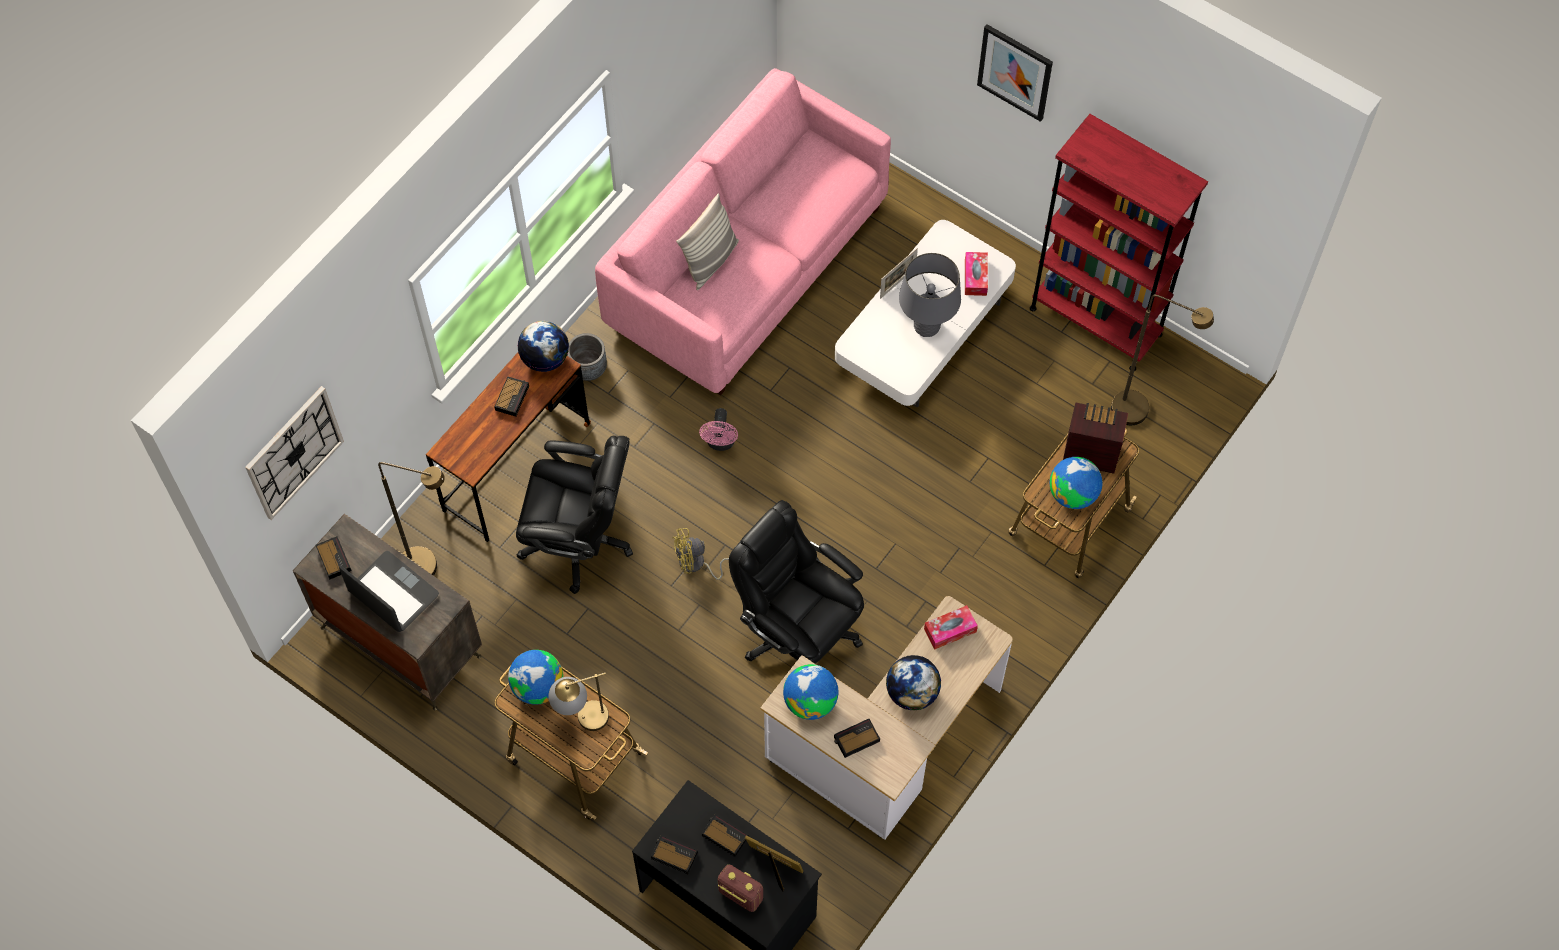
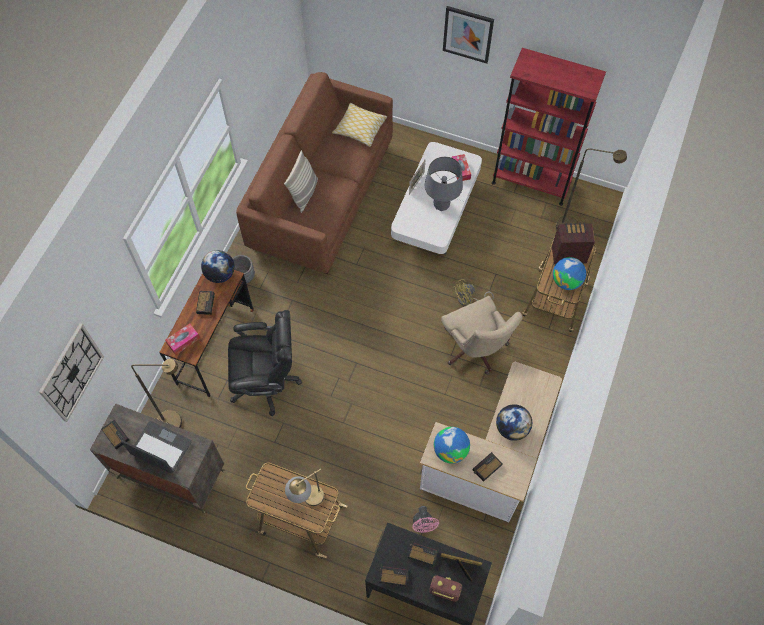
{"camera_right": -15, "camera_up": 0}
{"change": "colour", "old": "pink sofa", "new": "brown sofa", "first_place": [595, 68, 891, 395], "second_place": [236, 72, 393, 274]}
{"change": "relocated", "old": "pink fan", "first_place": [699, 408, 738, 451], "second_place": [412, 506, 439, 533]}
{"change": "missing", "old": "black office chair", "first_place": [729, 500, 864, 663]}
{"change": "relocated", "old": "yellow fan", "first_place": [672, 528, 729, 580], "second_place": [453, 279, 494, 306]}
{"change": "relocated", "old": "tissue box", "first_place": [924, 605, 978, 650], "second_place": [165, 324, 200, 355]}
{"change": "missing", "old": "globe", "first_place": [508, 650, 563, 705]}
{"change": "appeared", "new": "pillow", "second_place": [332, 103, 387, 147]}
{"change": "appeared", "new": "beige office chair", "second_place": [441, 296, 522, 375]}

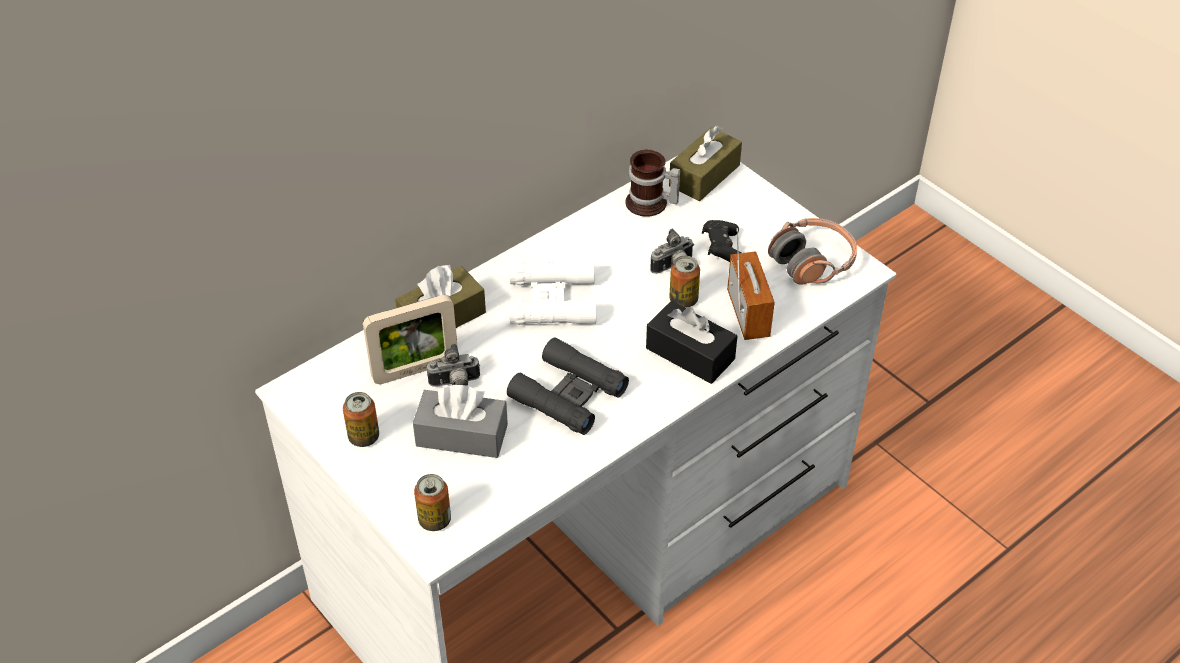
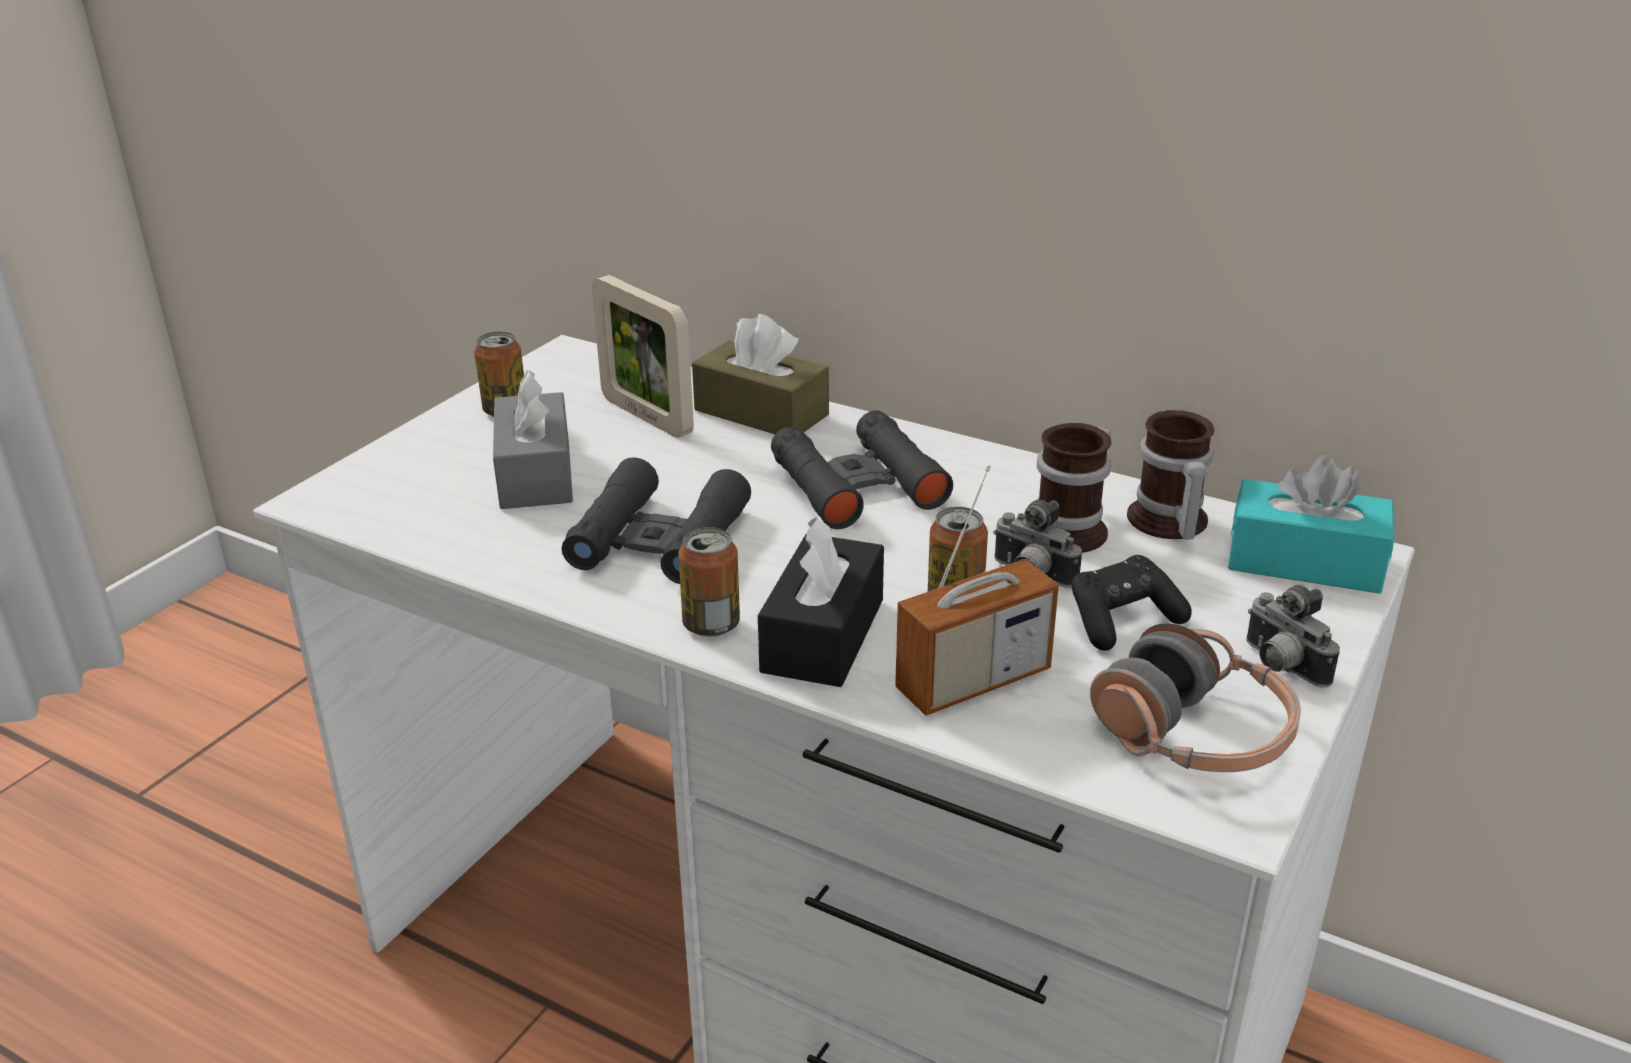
{"camera_right": 70, "camera_up": -15}
{"change": "colour", "old": "brown tissue box", "new": "turquoise tissue box", "first_place": [669, 126, 742, 201], "second_place": [1228, 454, 1394, 594]}
{"change": "colour", "old": "white binoculars", "new": "black binoculars", "first_place": [509, 259, 596, 325], "second_place": [771, 411, 953, 529]}
{"change": "relocated", "old": "photo camera", "first_place": [427, 344, 480, 387], "second_place": [1246, 585, 1340, 688]}
{"change": "relocated", "old": "can", "first_place": [414, 474, 451, 531], "second_place": [678, 527, 740, 637]}
{"change": "appeared", "new": "mug", "second_place": [1037, 423, 1111, 553]}

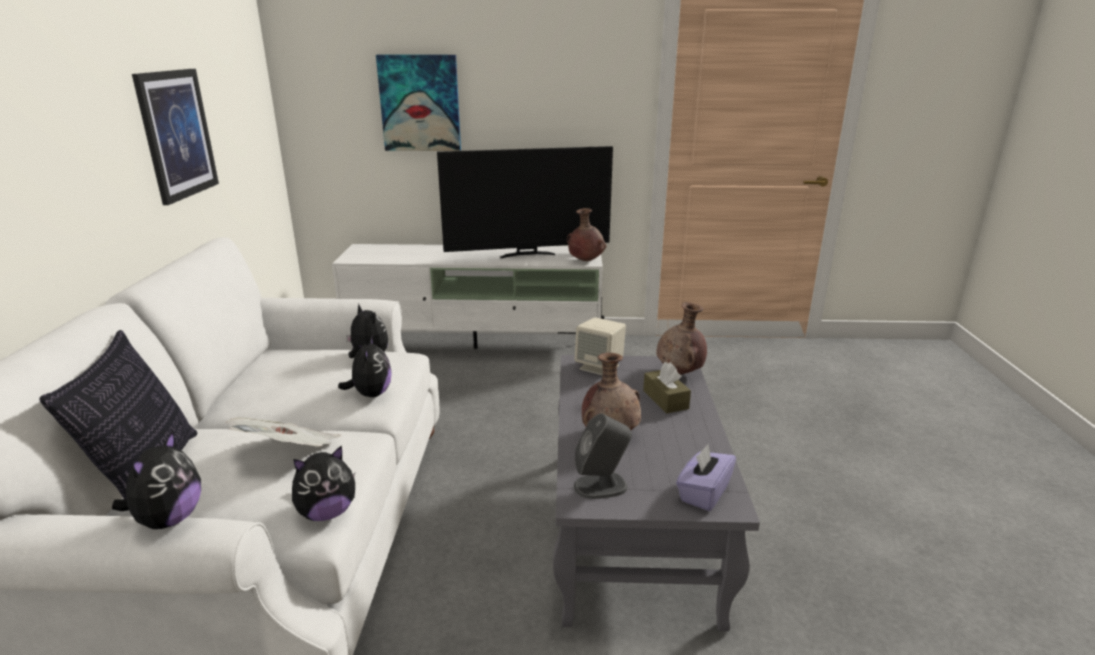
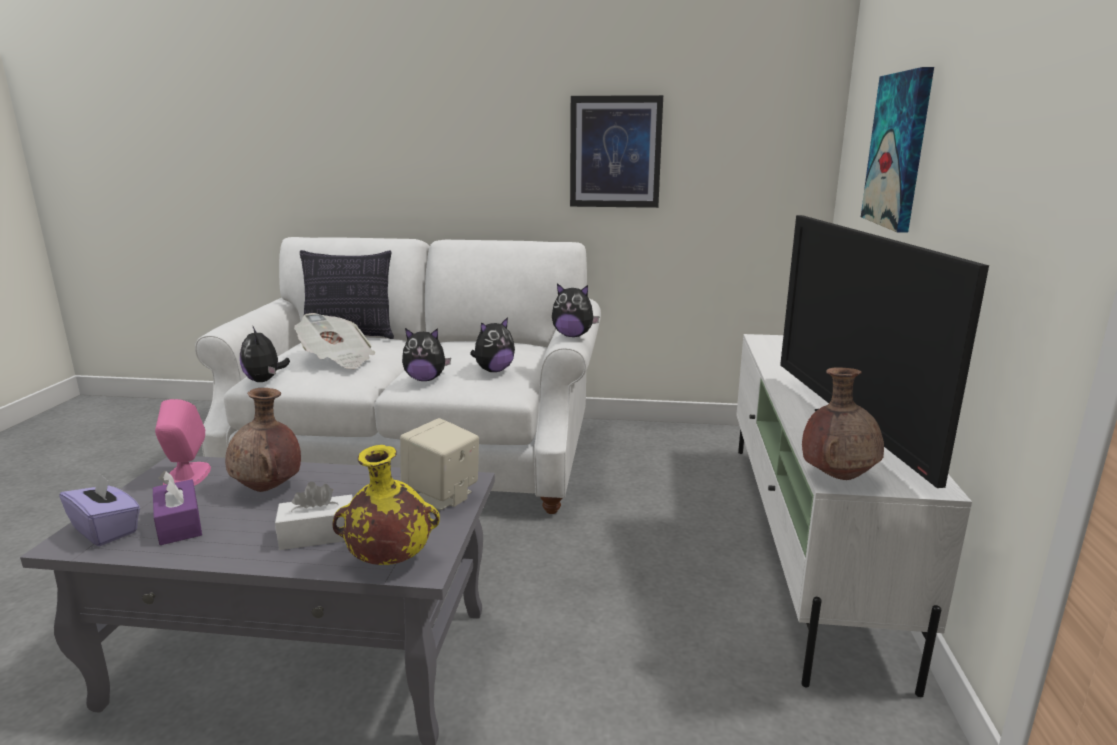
{"camera_right": 95, "camera_up": -5}
{"change": "colour", "old": "brown vase", "new": "yellow vase", "first_place": [656, 302, 707, 375], "second_place": [332, 445, 440, 565]}
{"change": "colour", "old": "brown tissue box", "new": "white tissue box", "first_place": [643, 362, 691, 414], "second_place": [275, 482, 353, 550]}
{"change": "colour", "old": "grey speaker", "new": "pink speaker", "first_place": [574, 413, 632, 499], "second_place": [155, 399, 211, 486]}
{"change": "relocated", "old": "plush toy", "first_place": [112, 431, 201, 529], "second_place": [552, 283, 600, 337]}
{"change": "appeared", "new": "purple tissue box", "second_place": [153, 471, 202, 545]}

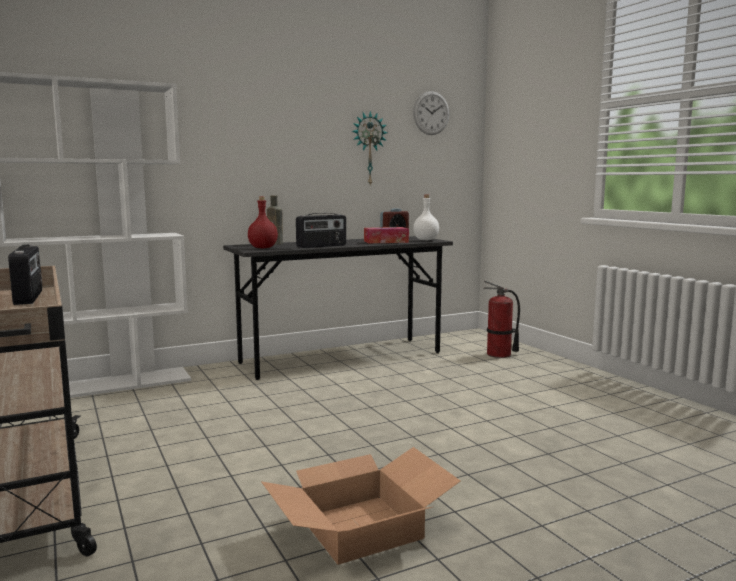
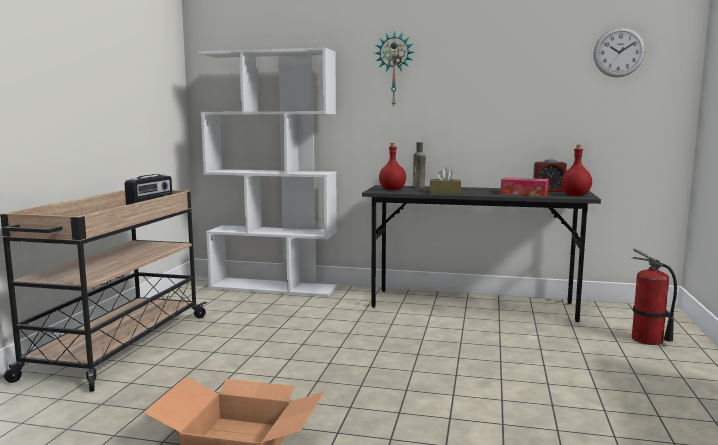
{"camera_right": 40, "camera_up": 0}
{"change": "relocated", "old": "wall clock", "first_place": [352, 111, 388, 185], "second_place": [375, 31, 414, 108]}
{"change": "colour", "old": "white bottle", "new": "red bottle", "first_place": [413, 194, 439, 240], "second_place": [561, 145, 592, 196]}
{"change": "exchanged", "old": "radio", "new": "brown tissue box", "first_place": [296, 213, 346, 248], "second_place": [430, 168, 461, 194]}

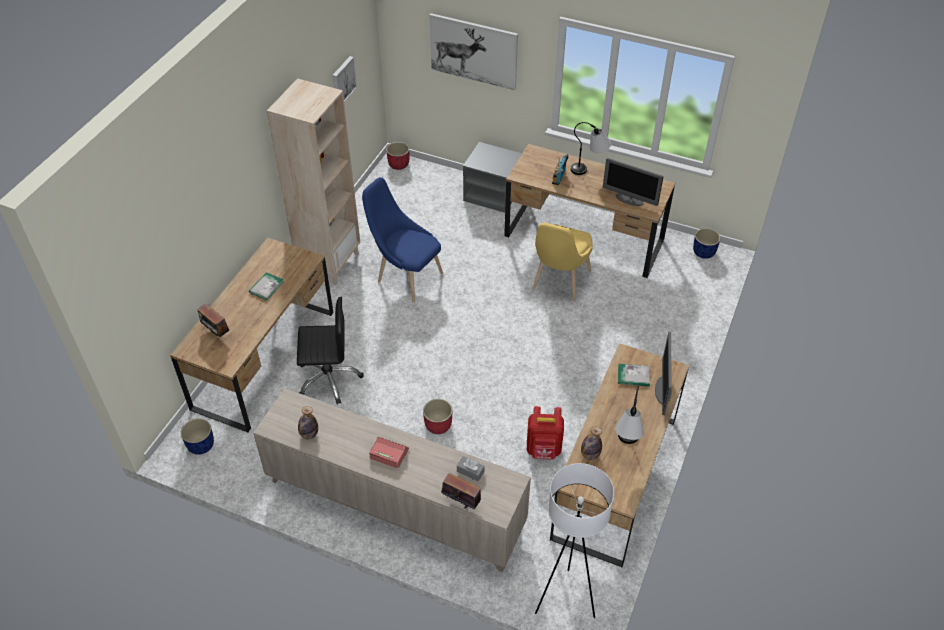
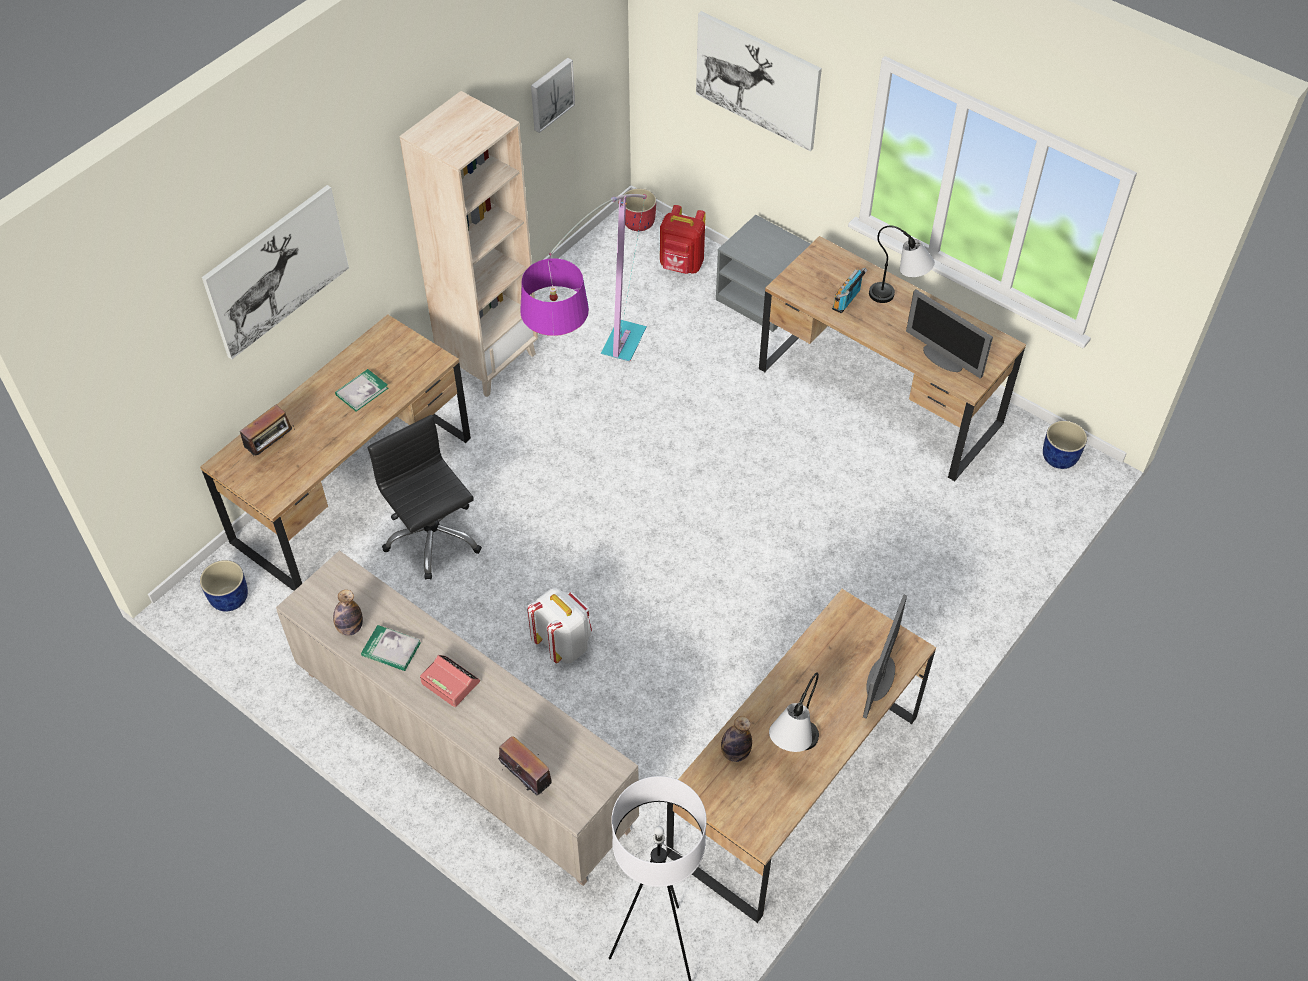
{"camera_right": 15, "camera_up": 5}
{"change": "exchanged", "old": "blue chair", "new": "floor lamp", "first_place": [362, 177, 443, 303], "second_place": [520, 194, 647, 361]}
{"change": "missing", "old": "yellow chair", "first_place": [532, 222, 593, 302]}
{"change": "spun", "old": "black office chair", "first_place": [297, 297, 363, 404], "second_place": [368, 415, 482, 580], "degrees": -135}
{"change": "spun", "old": "radio", "first_place": [198, 304, 229, 338], "second_place": [240, 405, 295, 456], "degrees": -105}
{"change": "relocated", "old": "book", "first_place": [618, 364, 650, 387], "second_place": [361, 625, 421, 671]}
{"change": "exchanged", "old": "red planter", "new": "white backpack", "first_place": [423, 399, 452, 434], "second_place": [527, 588, 592, 664]}
{"change": "relocated", "old": "red backpack", "first_place": [527, 406, 564, 460], "second_place": [660, 205, 706, 274]}
{"change": "missing", "old": "grey tissue box", "first_place": [457, 456, 484, 481]}
{"change": "appeared", "new": "picture", "second_place": [202, 185, 349, 359]}

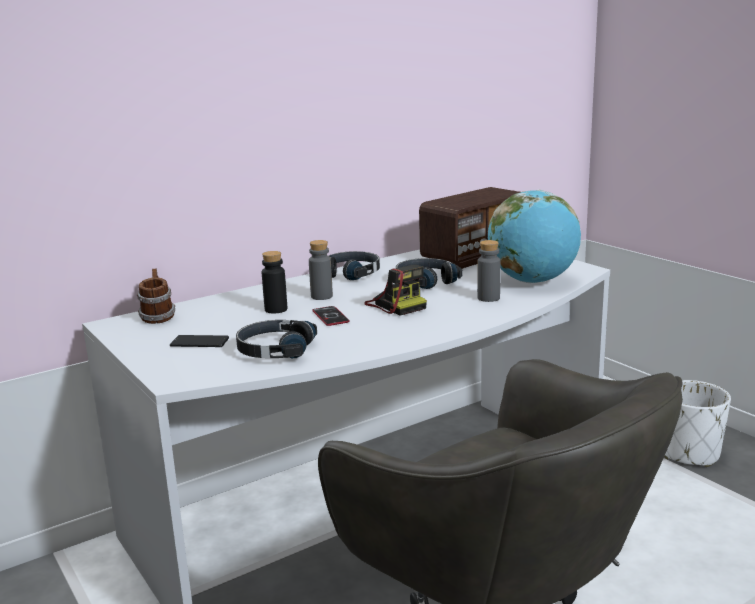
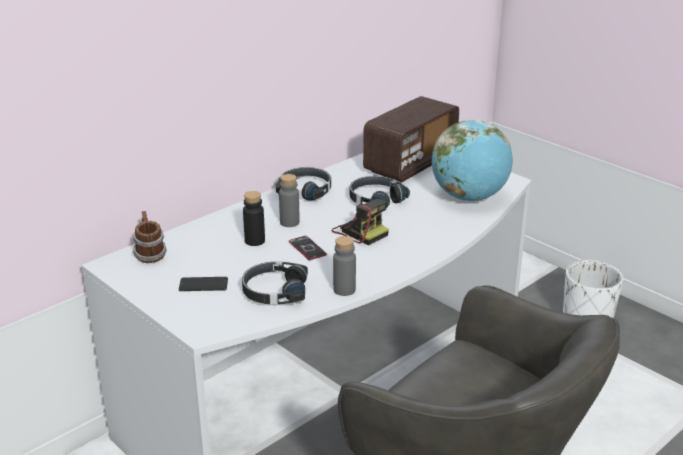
{"camera_right": -10, "camera_up": 10}
{"change": "relocated", "old": "grey bottle", "first_place": [477, 240, 501, 302], "second_place": [333, 236, 356, 296]}

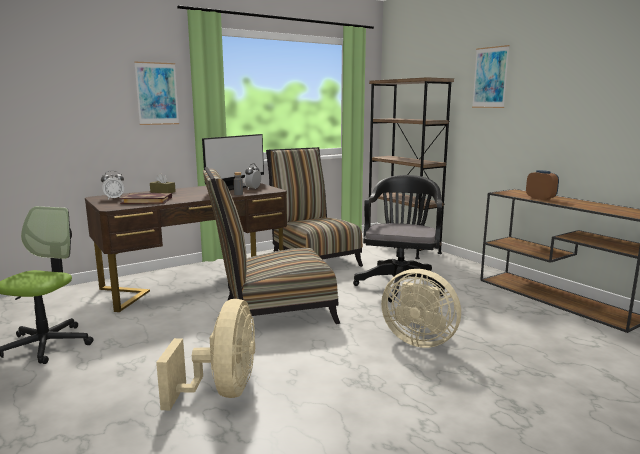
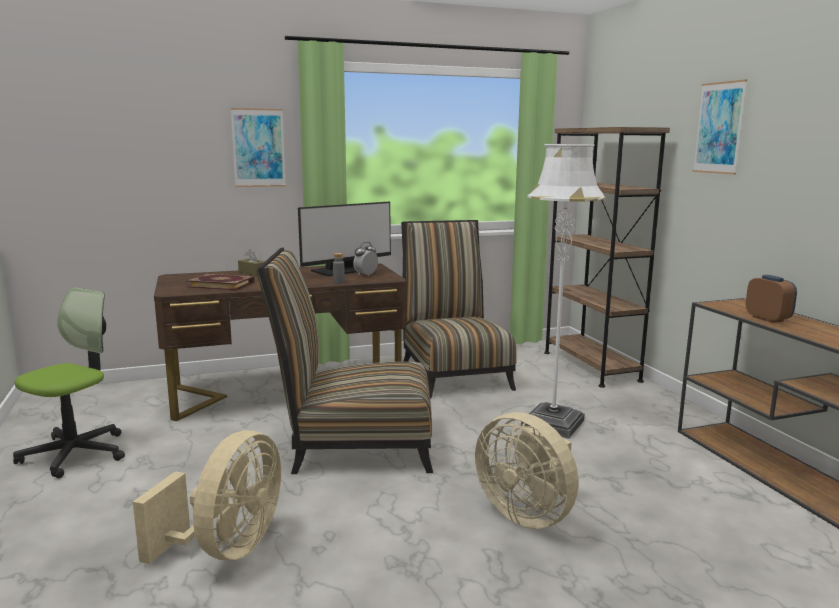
{"camera_right": 15, "camera_up": 0}
{"change": "missing", "old": "alarm clock", "first_place": [101, 170, 124, 200]}
{"change": "exchanged", "old": "black office chair", "new": "white floor lamp", "first_place": [353, 175, 445, 303], "second_place": [521, 144, 606, 439]}

